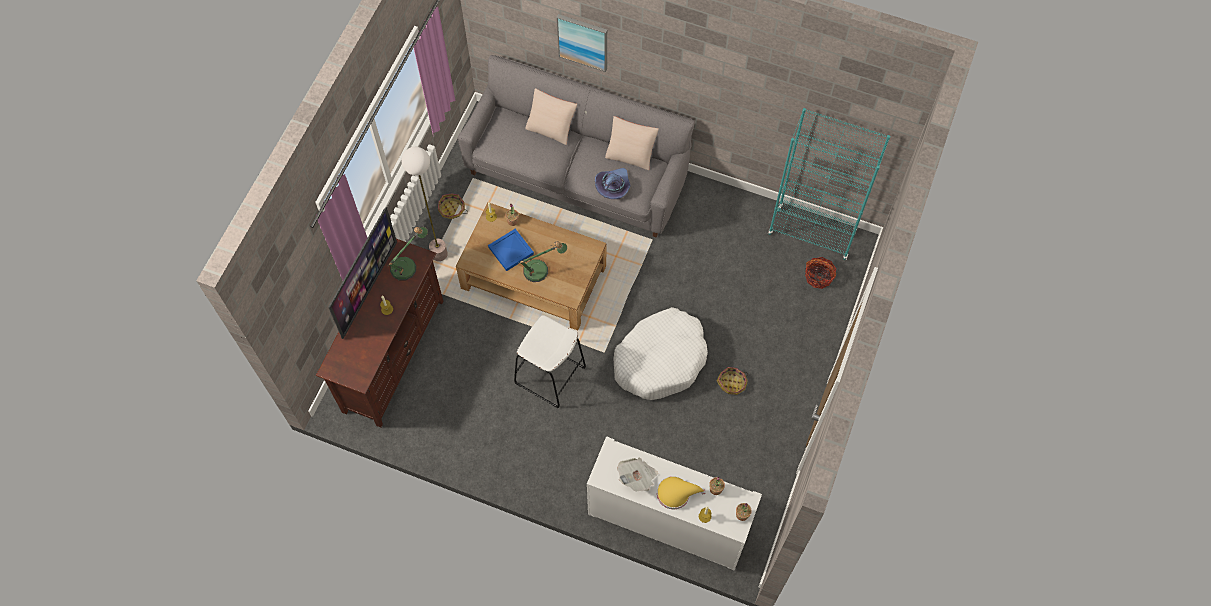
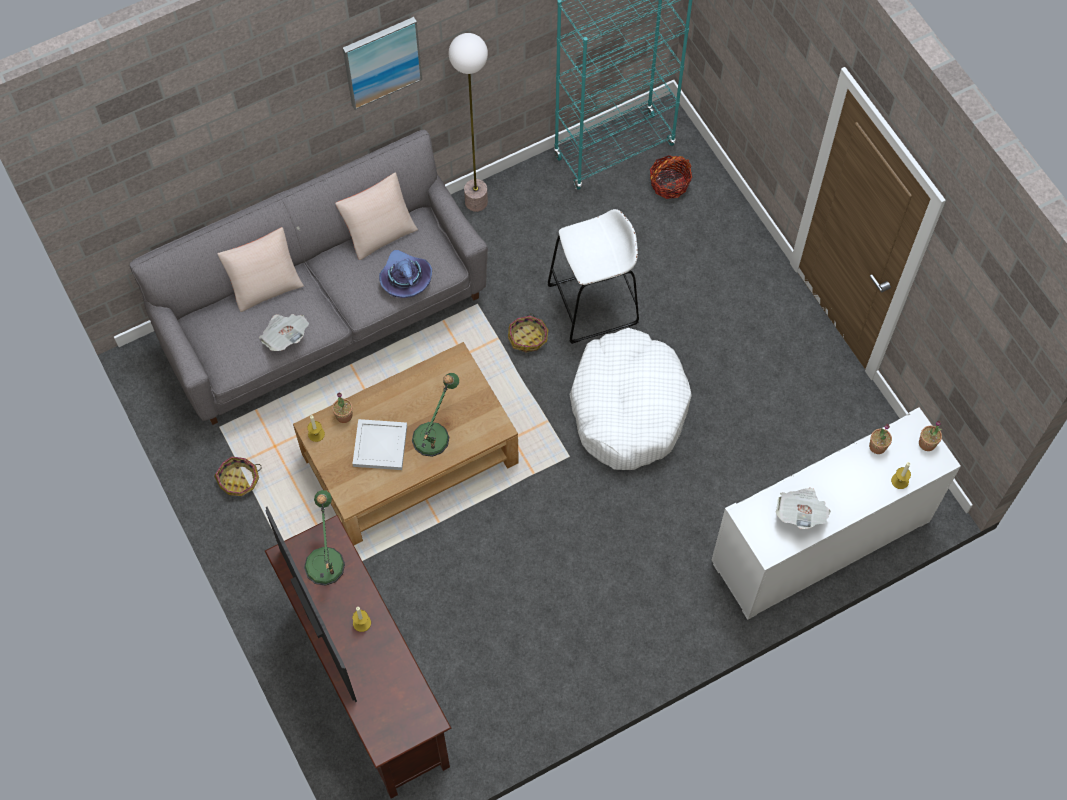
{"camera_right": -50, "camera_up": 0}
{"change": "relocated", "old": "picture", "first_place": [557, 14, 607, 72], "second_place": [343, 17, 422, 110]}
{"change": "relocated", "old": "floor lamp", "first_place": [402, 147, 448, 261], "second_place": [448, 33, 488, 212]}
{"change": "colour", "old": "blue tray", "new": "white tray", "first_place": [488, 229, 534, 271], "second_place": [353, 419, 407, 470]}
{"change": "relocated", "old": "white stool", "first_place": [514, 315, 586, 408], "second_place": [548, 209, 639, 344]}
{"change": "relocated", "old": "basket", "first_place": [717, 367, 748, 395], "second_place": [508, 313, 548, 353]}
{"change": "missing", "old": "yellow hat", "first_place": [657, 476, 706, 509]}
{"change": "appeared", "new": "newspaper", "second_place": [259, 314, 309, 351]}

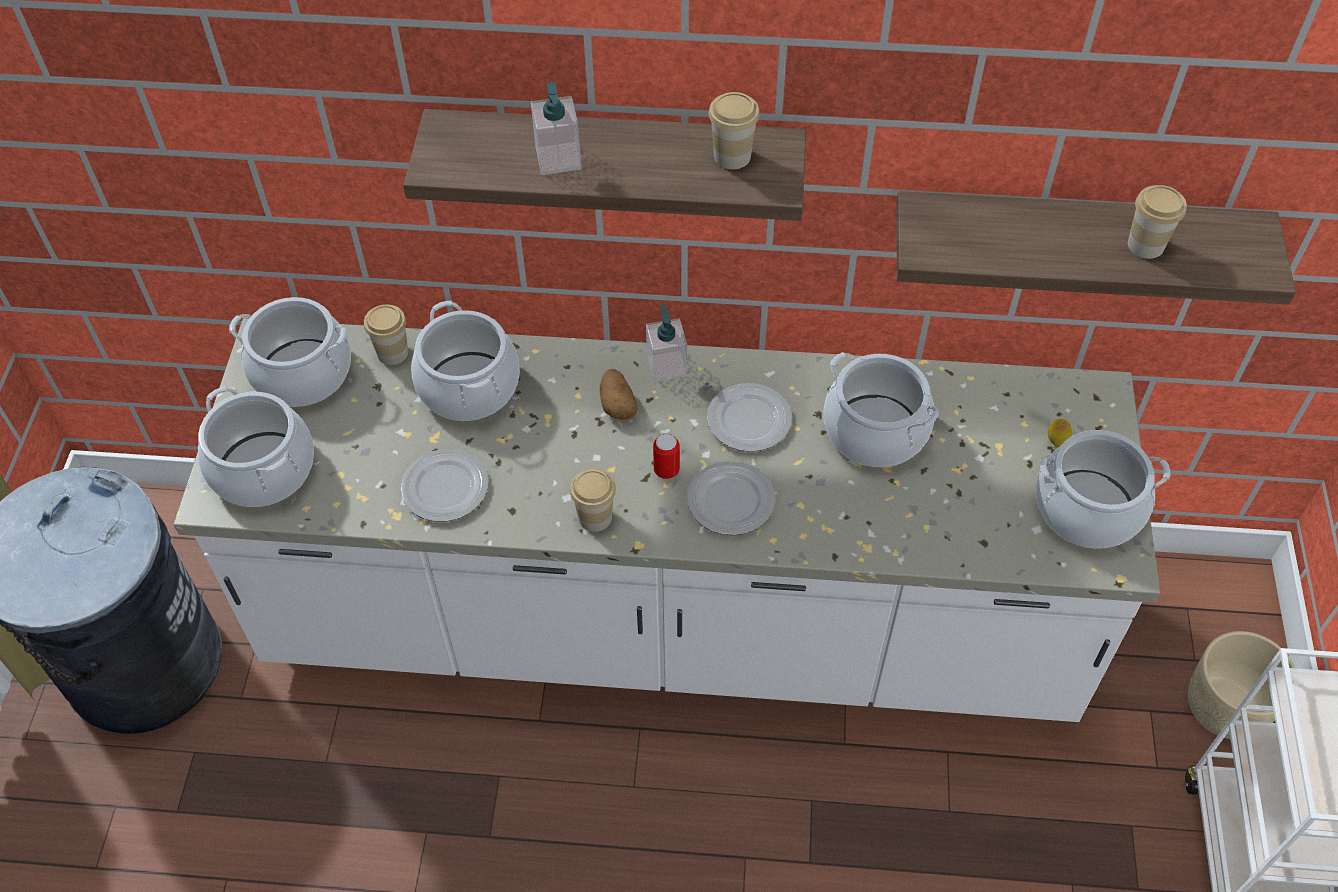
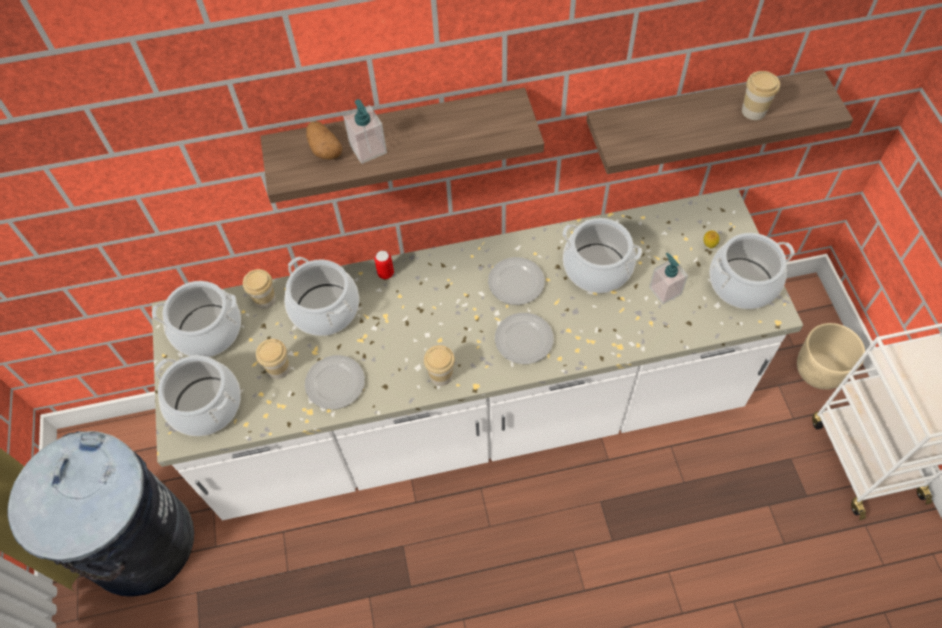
{"camera_right": -15, "camera_up": 5}
{"change": "relocated", "old": "cup", "first_place": [709, 92, 760, 169], "second_place": [256, 339, 290, 379]}
{"change": "relocated", "old": "soap dispenser", "first_place": [646, 304, 687, 382], "second_place": [649, 253, 688, 304]}
{"change": "relocated", "old": "potato", "first_place": [600, 369, 637, 420], "second_place": [306, 121, 342, 159]}
{"change": "relocated", "old": "can", "first_place": [653, 434, 680, 479], "second_place": [374, 251, 394, 279]}

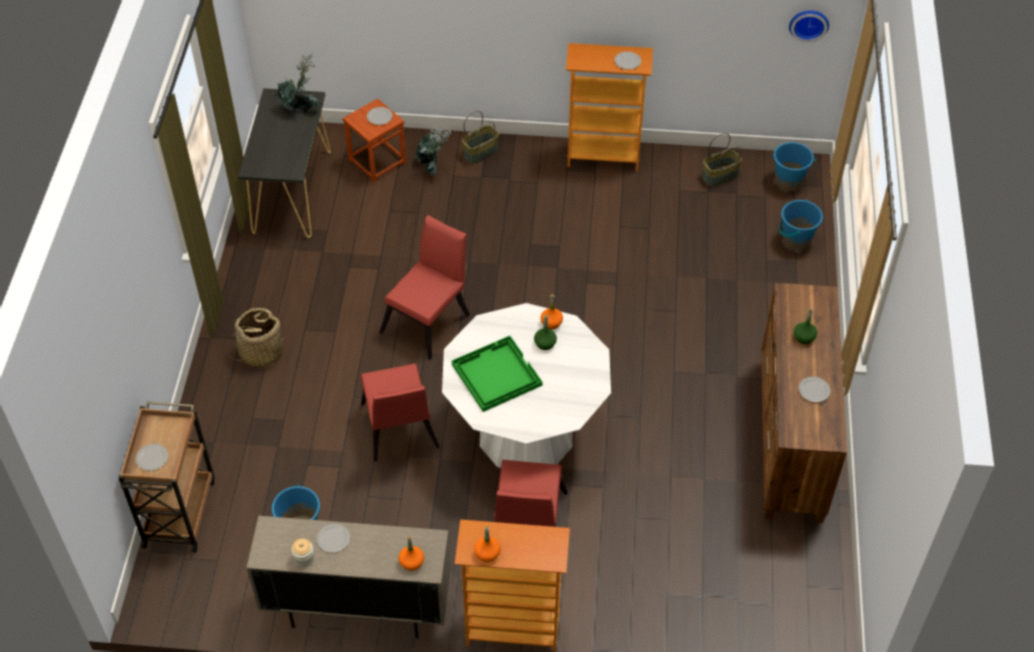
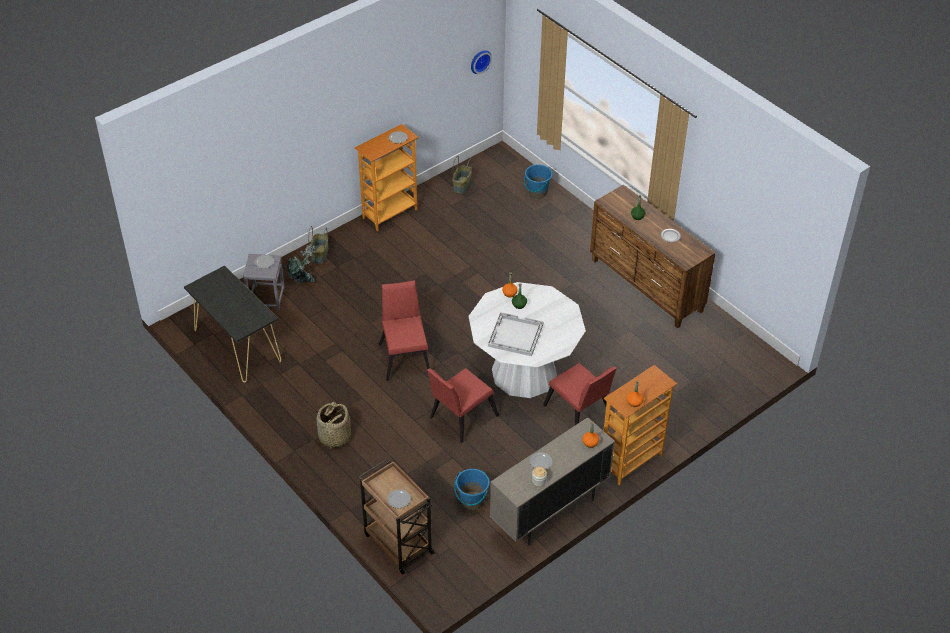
{"camera_right": -45, "camera_up": -5}
{"change": "missing", "old": "potted plant", "first_place": [275, 53, 322, 114]}
{"change": "colour", "old": "brown stool", "new": "grey stool", "first_place": [343, 98, 407, 182], "second_place": [243, 254, 285, 309]}
{"change": "missing", "old": "blue bucket", "first_place": [771, 142, 816, 191]}
{"change": "colour", "old": "green tray", "new": "white tray", "first_place": [452, 336, 542, 412], "second_place": [488, 312, 544, 356]}
{"change": "spun", "old": "red chair", "first_place": [360, 364, 440, 462], "second_place": [427, 368, 499, 443], "degrees": 105}

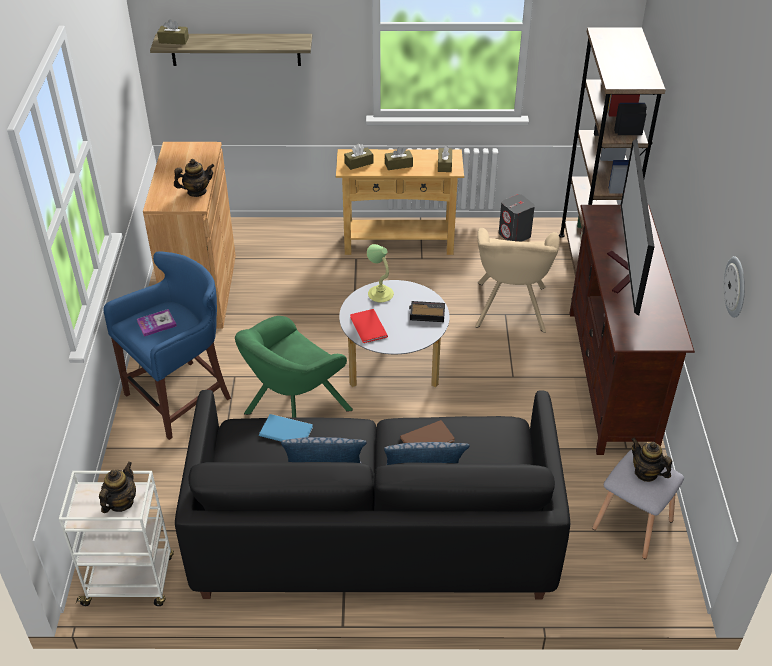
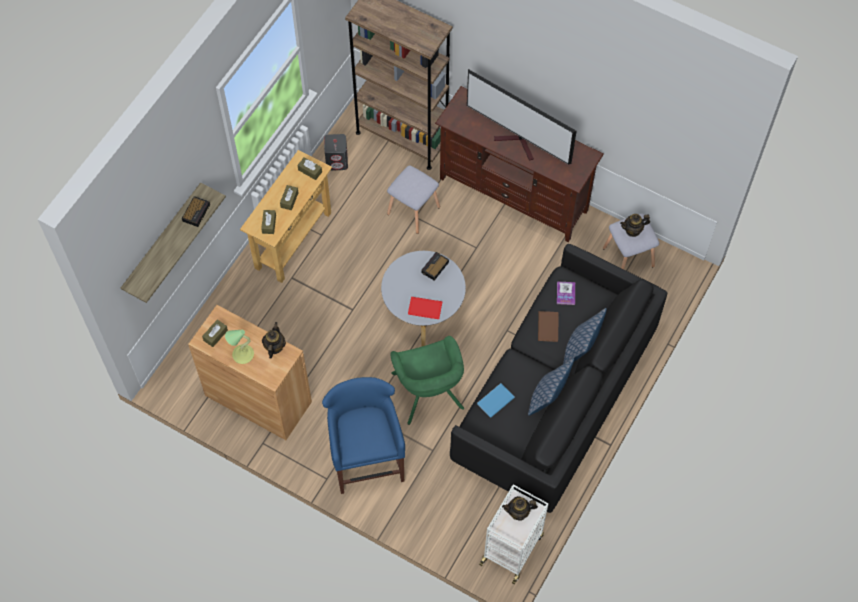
{"camera_right": -60, "camera_up": 20}
{"change": "relocated", "old": "brown tissue box", "first_place": [157, 19, 189, 45], "second_place": [202, 319, 228, 347]}
{"change": "exchanged", "old": "beige armchair", "new": "grey stool", "first_place": [475, 228, 560, 333], "second_place": [387, 165, 440, 234]}
{"change": "relocated", "old": "table lamp", "first_place": [367, 244, 394, 302], "second_place": [225, 330, 254, 364]}
{"change": "missing", "old": "wall clock", "first_place": [724, 256, 745, 318]}
{"change": "relocated", "old": "book", "first_place": [137, 309, 177, 337], "second_place": [557, 281, 575, 305]}
{"change": "spun", "old": "teapot", "first_place": [99, 462, 136, 513], "second_place": [502, 496, 538, 521], "degrees": -60}
{"change": "appeared", "new": "alarm clock", "second_place": [182, 196, 210, 227]}

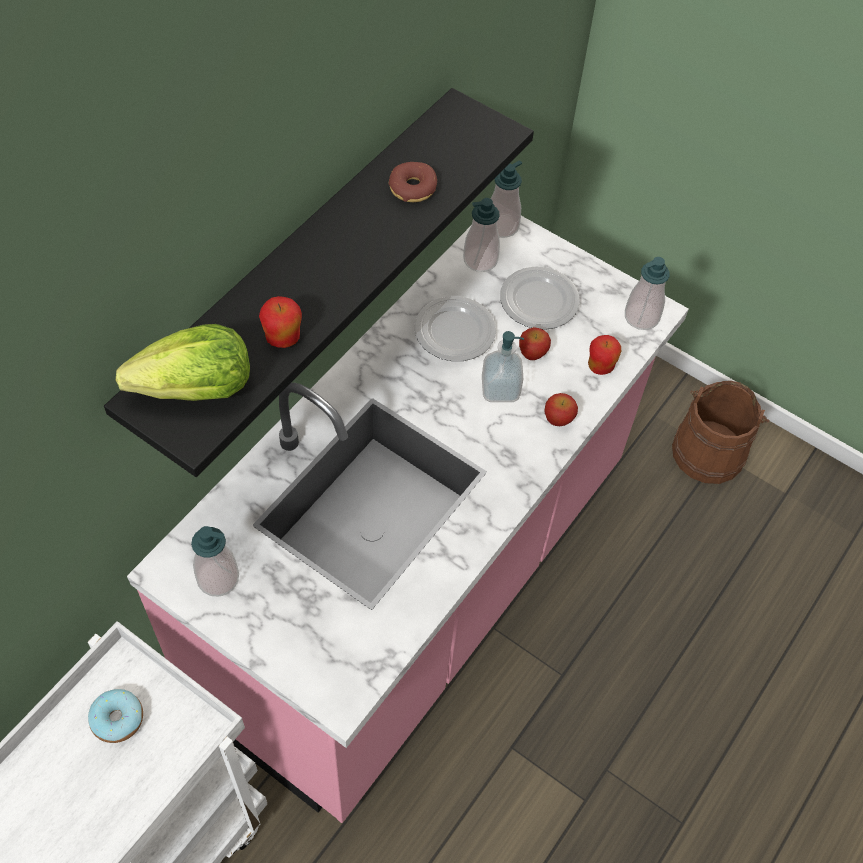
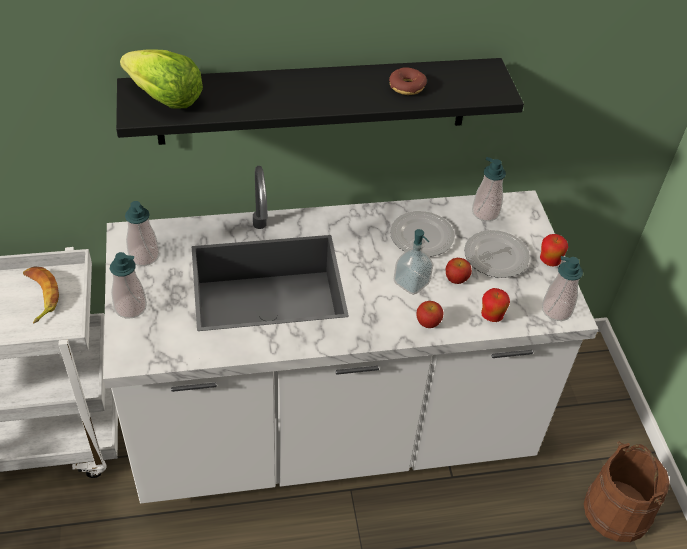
{"camera_right": 45, "camera_up": -10}
{"change": "relocated", "old": "soap dispenser", "first_place": [490, 160, 522, 238], "second_place": [110, 252, 147, 319]}
{"change": "colour", "old": "pink counter", "new": "white counter", "first_place": [127, 216, 689, 823], "second_place": [103, 166, 598, 503]}
{"change": "relocated", "old": "apple", "first_place": [259, 296, 302, 348], "second_place": [540, 234, 568, 266]}
{"change": "exchanged", "old": "donut", "new": "banana", "first_place": [88, 689, 143, 743], "second_place": [23, 266, 59, 323]}

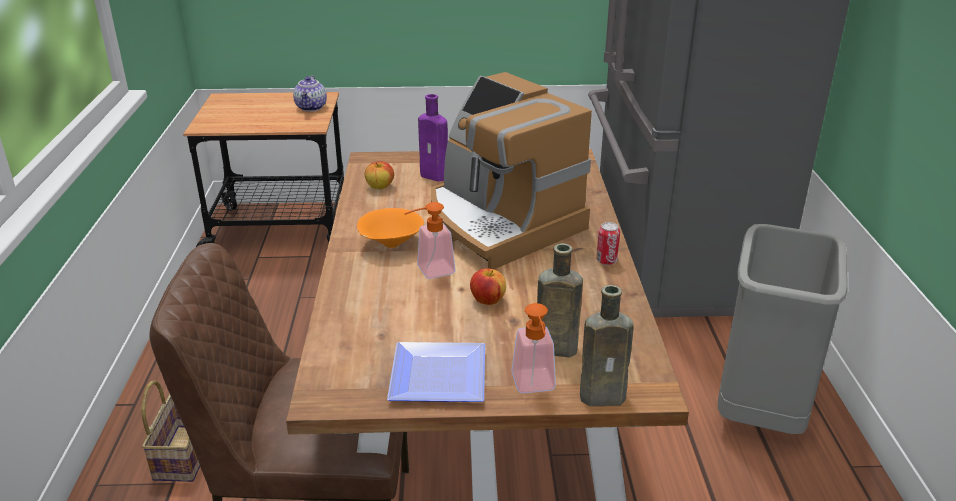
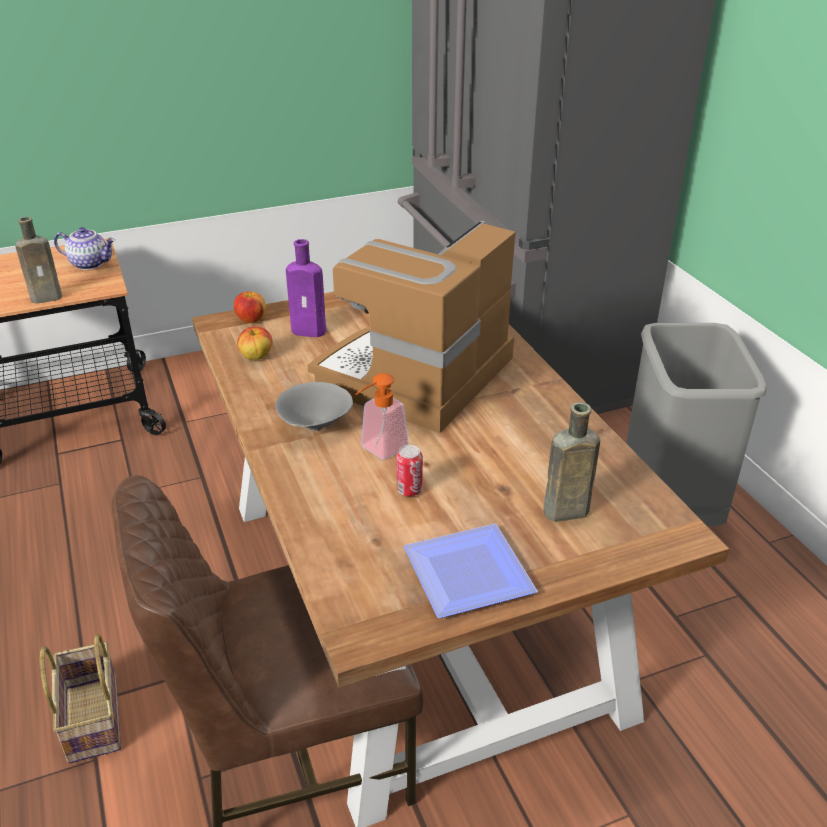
{"camera_right": -20, "camera_up": 5}
{"change": "spun", "old": "coffee machine", "first_place": [431, 72, 592, 269], "second_place": [307, 221, 516, 433], "degrees": 90}
{"change": "spun", "old": "teapot", "first_place": [293, 76, 327, 112], "second_place": [54, 227, 115, 270], "degrees": -60}
{"change": "colour", "old": "orange bowl", "new": "grey bowl", "first_place": [357, 208, 424, 248], "second_place": [275, 382, 353, 431]}
{"change": "relocated", "old": "can", "first_place": [596, 222, 620, 265], "second_place": [396, 445, 423, 496]}
{"change": "relocated", "old": "apple", "first_place": [470, 268, 506, 305], "second_place": [234, 291, 266, 323]}
{"change": "relocated", "old": "brown bottle", "first_place": [580, 285, 634, 406], "second_place": [15, 217, 62, 304]}
{"change": "missing", "old": "soap dispenser", "first_place": [511, 303, 556, 393]}

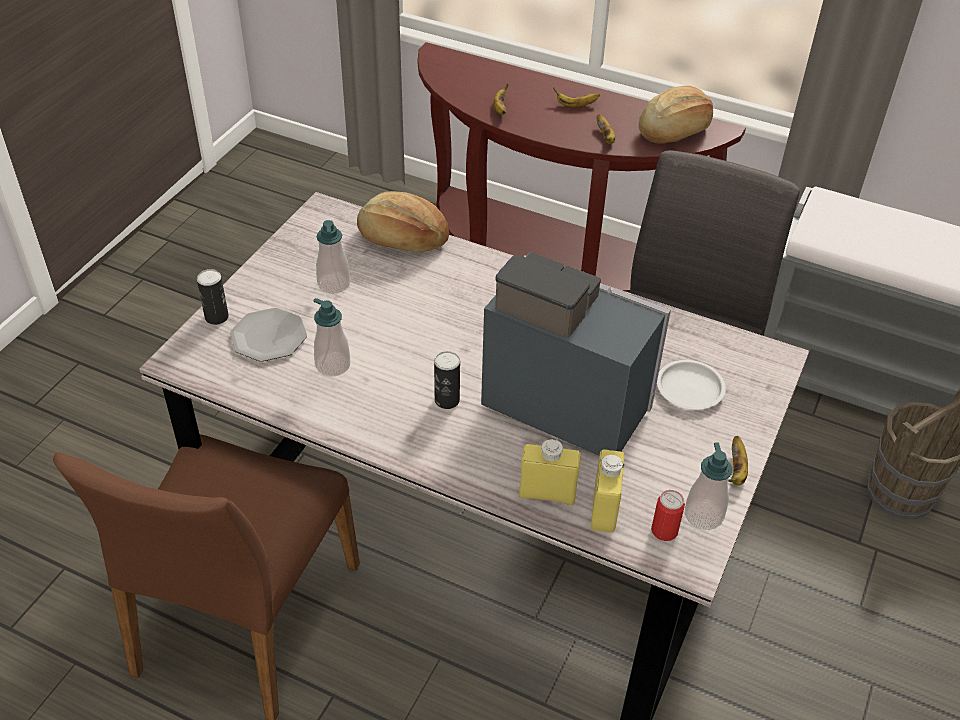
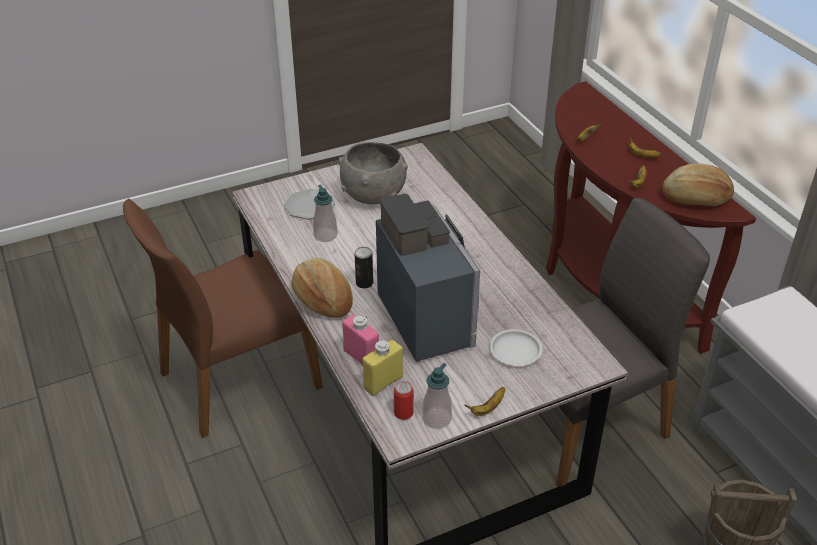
{"camera_right": 40, "camera_up": -5}
{"change": "relocated", "old": "bread", "first_place": [357, 191, 449, 253], "second_place": [291, 258, 353, 318]}
{"change": "exchanged", "old": "soap dispenser", "new": "grey bowl", "first_place": [316, 220, 350, 293], "second_place": [338, 142, 408, 204]}
{"change": "missing", "old": "can", "first_place": [197, 269, 229, 325]}
{"change": "colour", "old": "yellow bottle", "new": "pink bottle", "first_place": [519, 438, 581, 505], "second_place": [342, 315, 379, 365]}

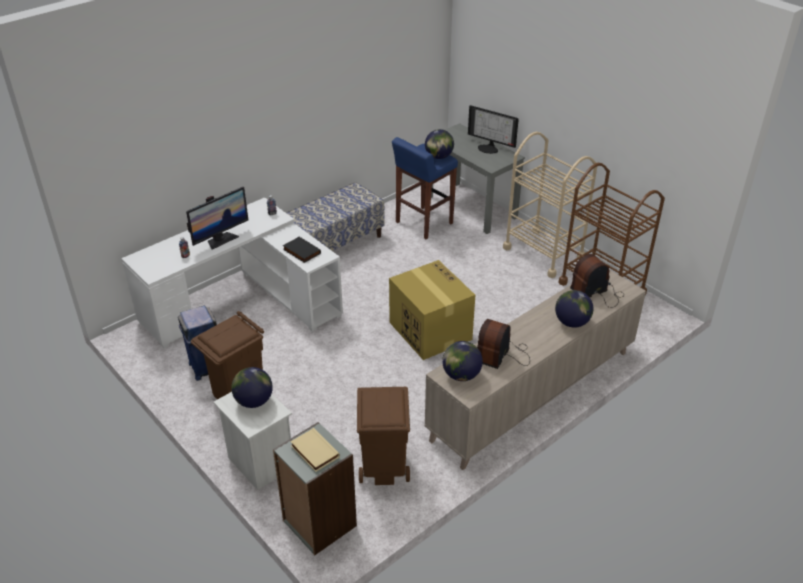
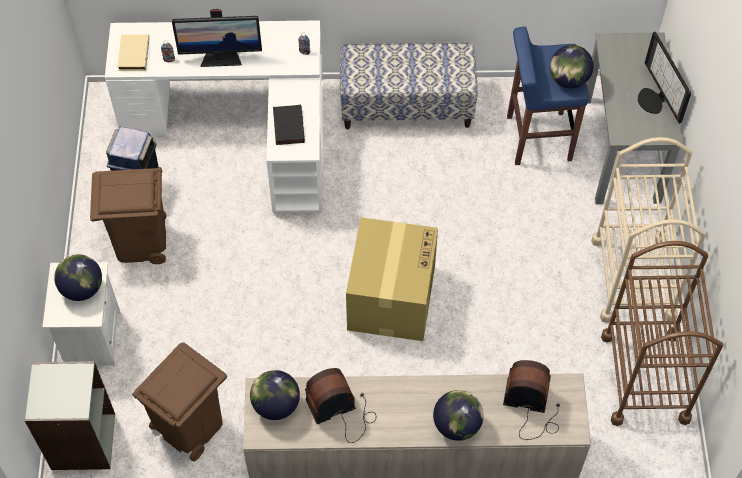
{"camera_right": 40, "camera_up": 20}
{"change": "relocated", "old": "beige book", "first_place": [291, 428, 340, 472], "second_place": [117, 34, 150, 71]}

